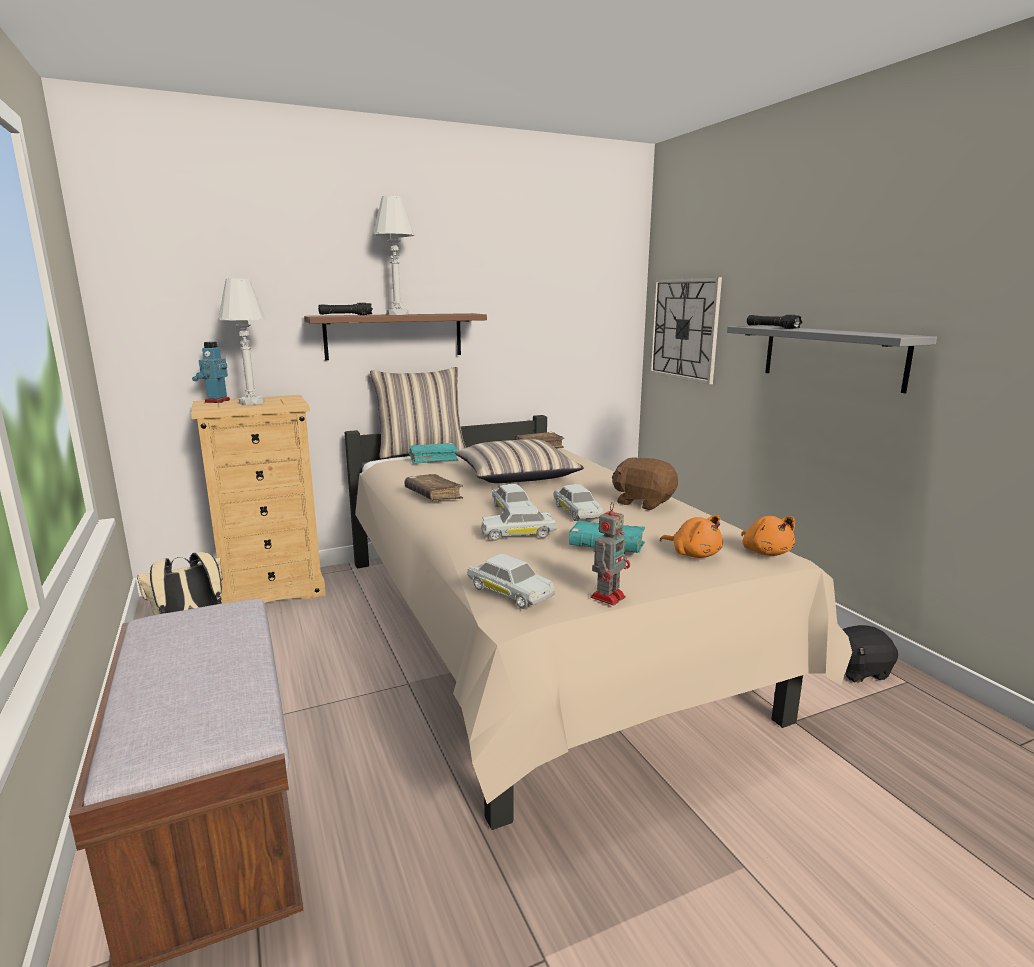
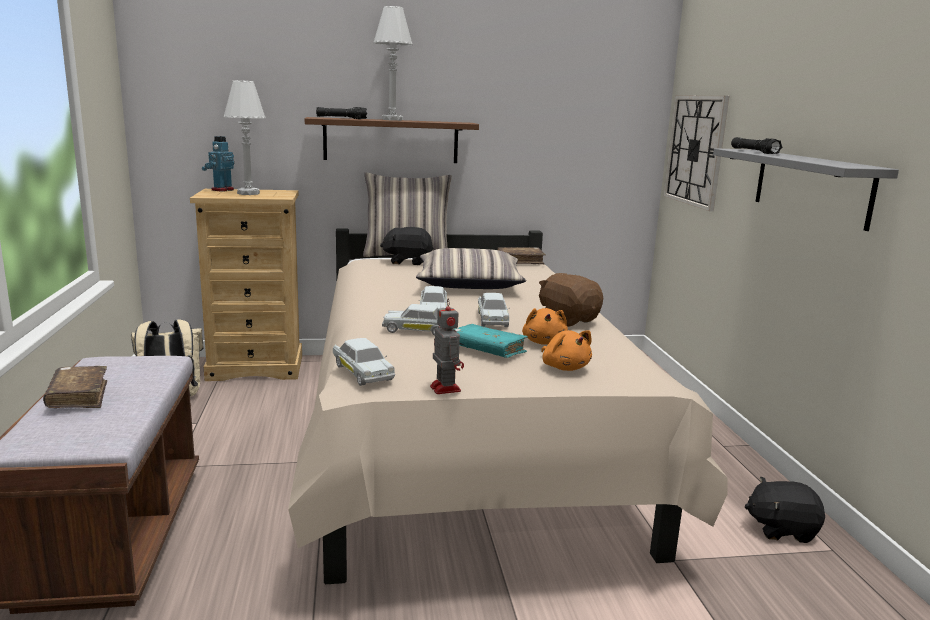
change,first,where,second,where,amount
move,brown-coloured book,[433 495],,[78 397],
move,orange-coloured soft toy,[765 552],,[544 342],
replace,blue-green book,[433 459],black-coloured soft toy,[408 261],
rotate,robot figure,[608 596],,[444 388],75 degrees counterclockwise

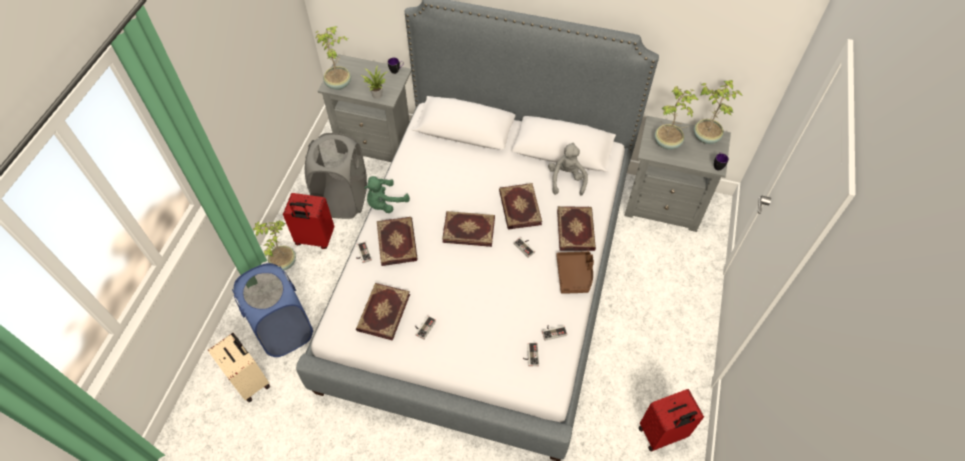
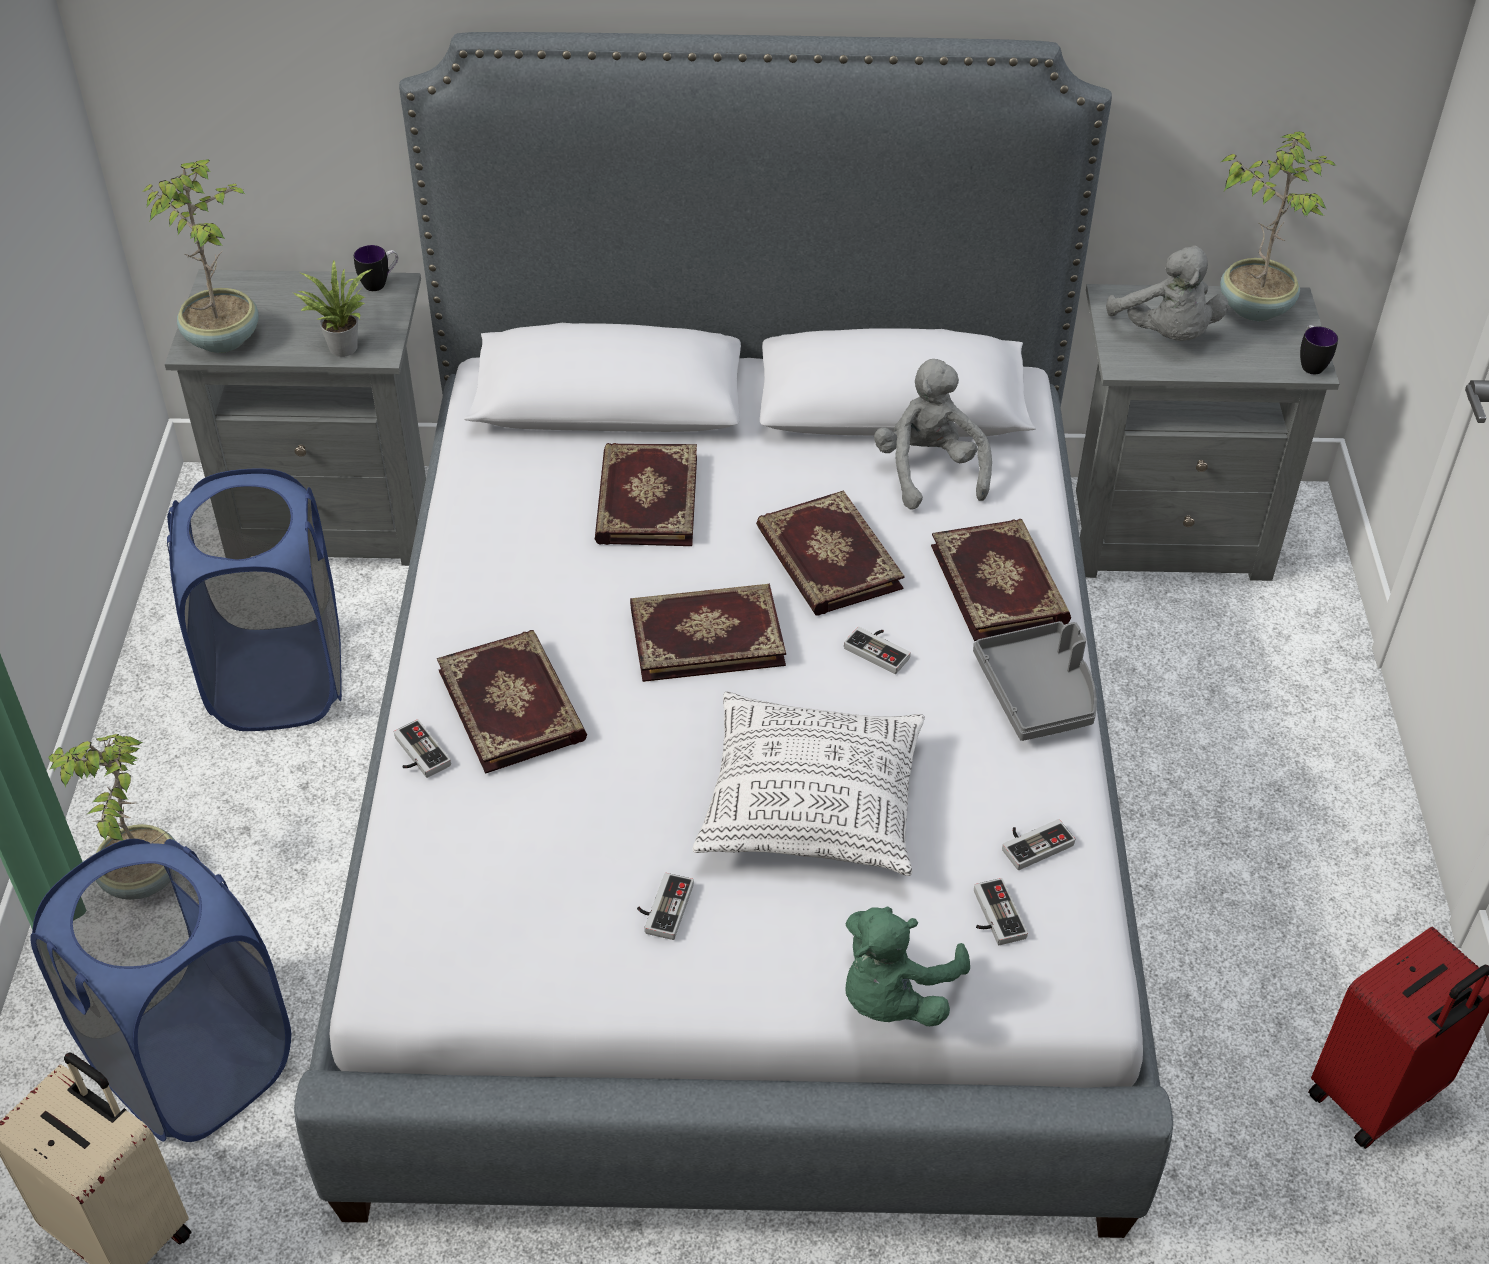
change,first,where,second,where,amount
delete,reddish suitcase,[315 239],,,
insert,,,cushion,[812 805],
move,book,[382 312],,[645 499],
move,green soft toy,[385 203],,[893 994],
replace,plant in a pot,[668 143],greyish soft toy,[1165 335],
recolor,greyish washing basket,[343 200],blue-coloured washing basket,[279 679],
recolor,brown-coloured carrying tray,[575 275],greyish carrying tray,[1038 693],

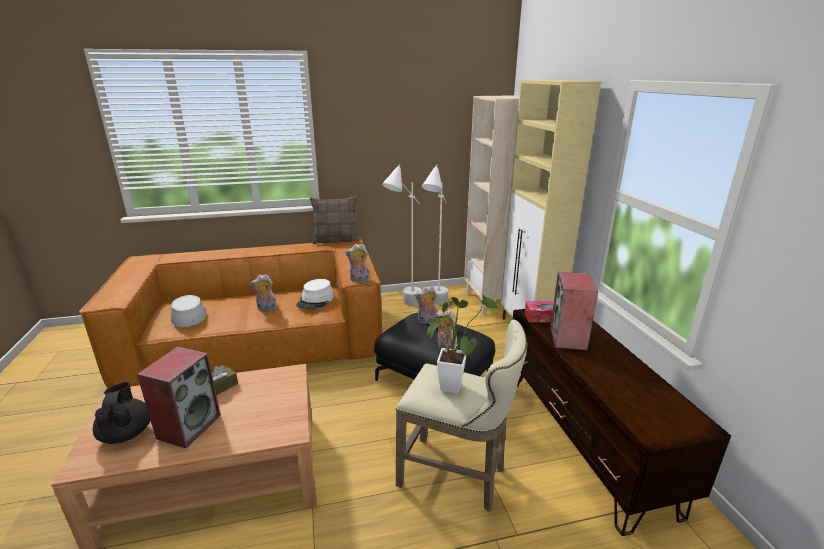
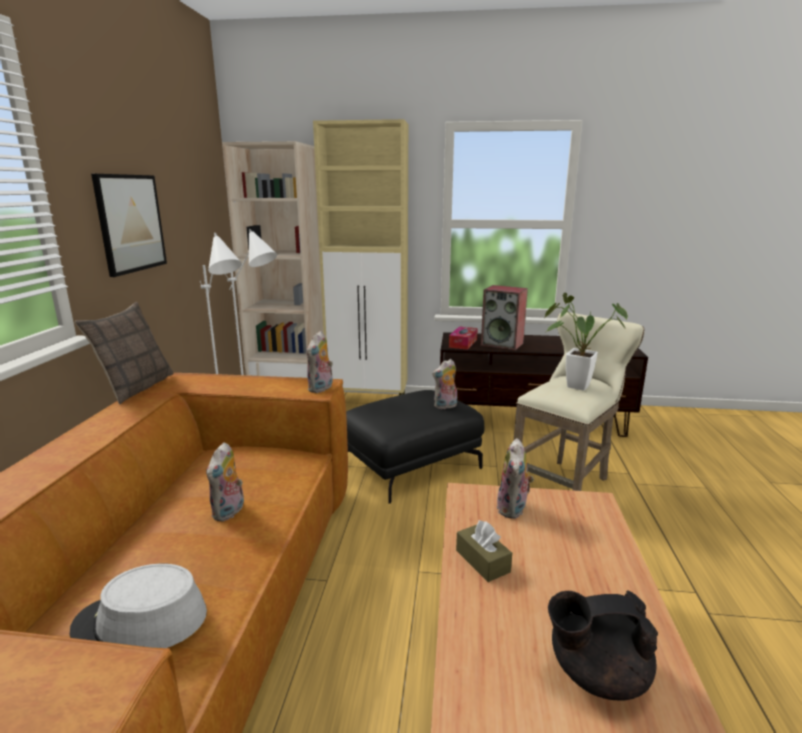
change,first,where,second,where,amount
delete,audio speaker,[189 426],,,
delete,white-coloured hat,[316 300],,,
insert,,,wall art,[130 223],
move,soft toy,[427 321],,[513 509],

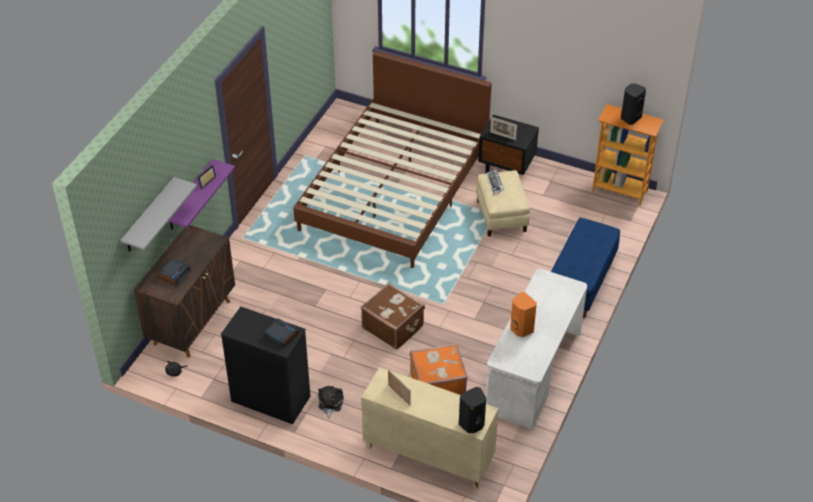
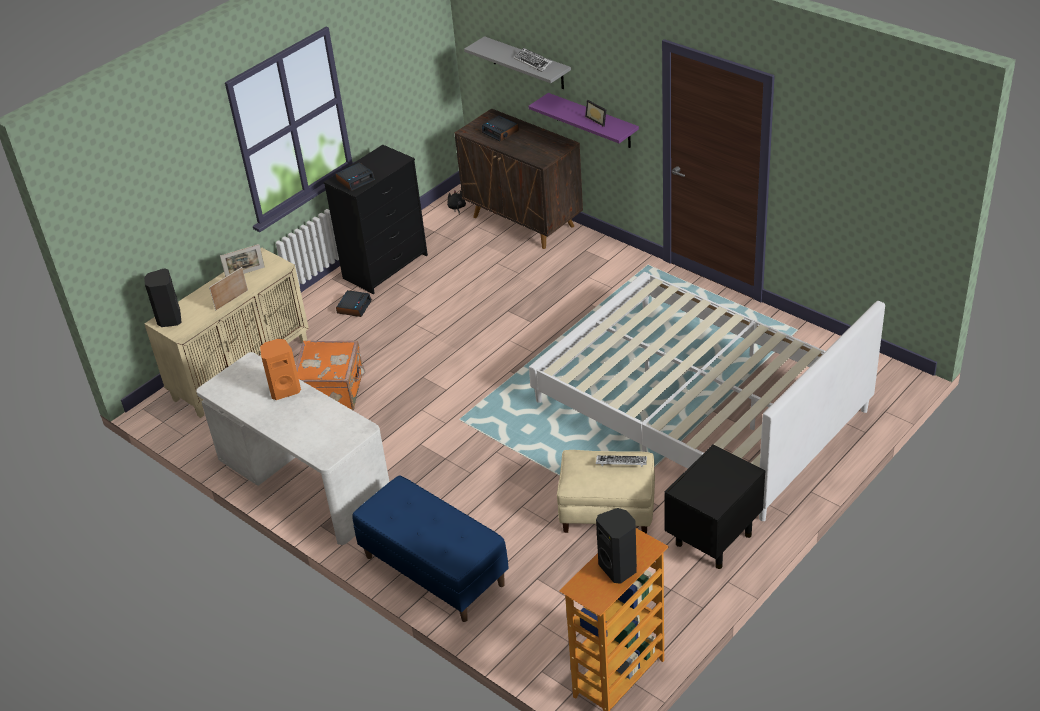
change,first,where,second,where,amount
delete,brown-coloured suitcase,[393 326],,,
insert,,,PC keyboard,[533 62],
move,standing frame,[503 136],,[231 300],
replace,soft toy,[330 404],alarm clock,[354 307],
recolor,brown-coloured sleeping bed,[394 190],white-coloured sleeping bed,[699 407],

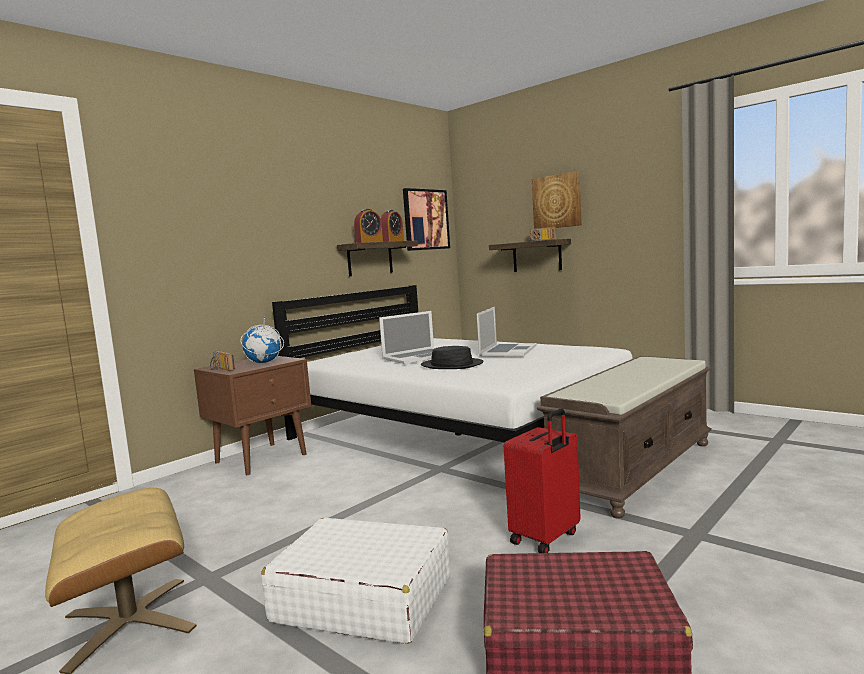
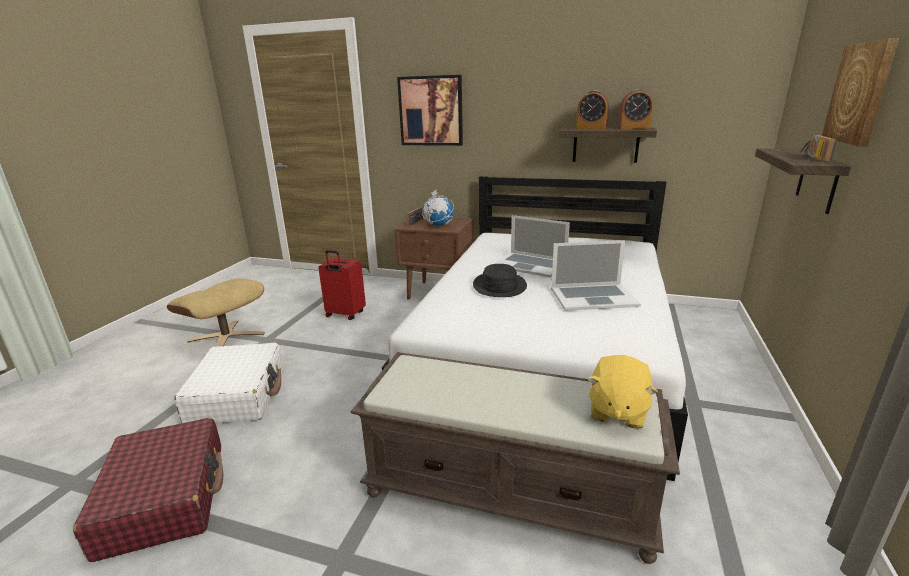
change,first,where,second,where,amount
insert,,,yellowish soft toy,[617 411],
move,wall art,[425 219],,[431 111],
move,reddish suitcase,[546 538],,[345 315],

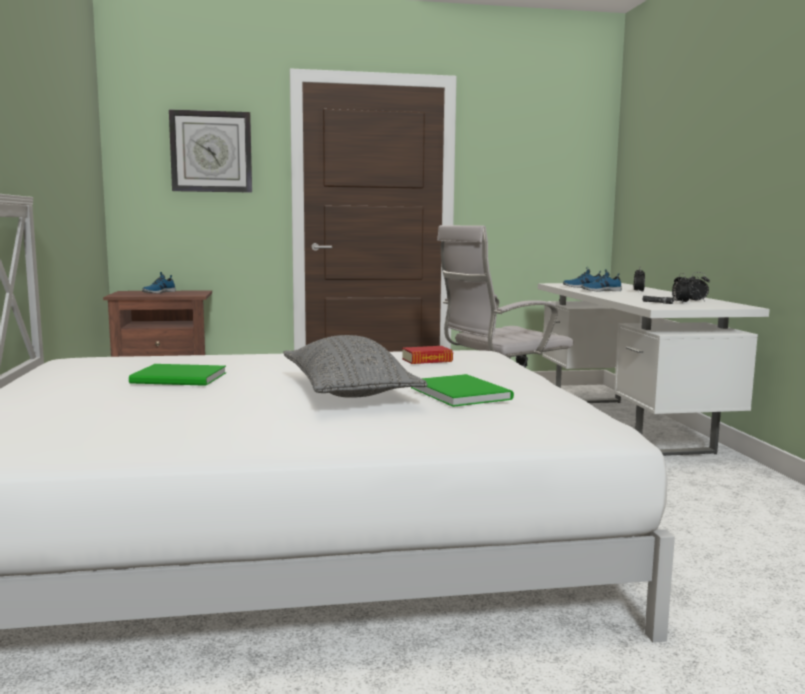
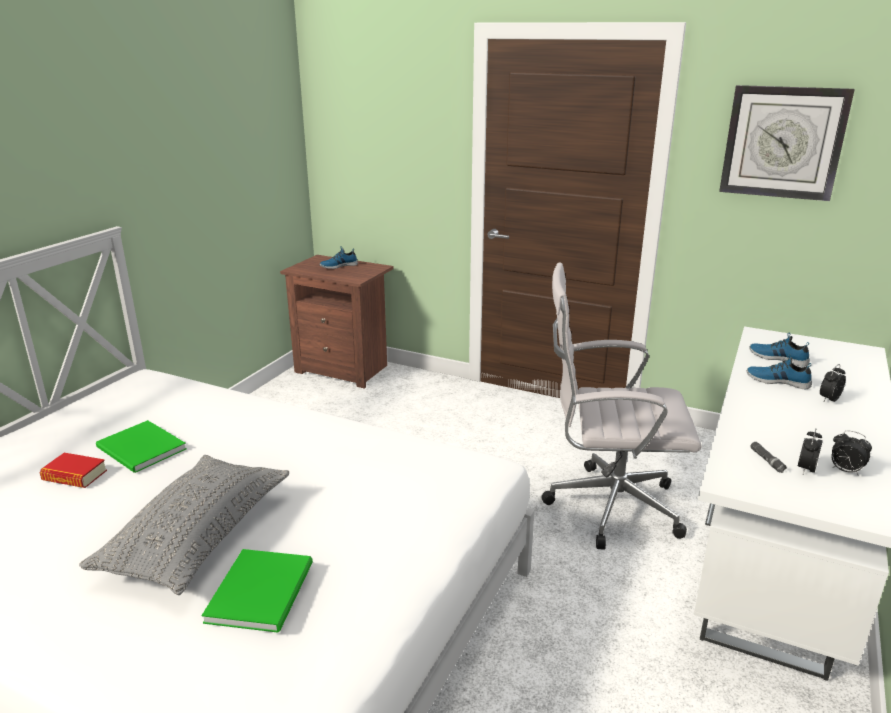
change,first,where,second,where,amount
move,hanging clock,[211 152],,[783 142],
move,book,[427 360],,[74 476],

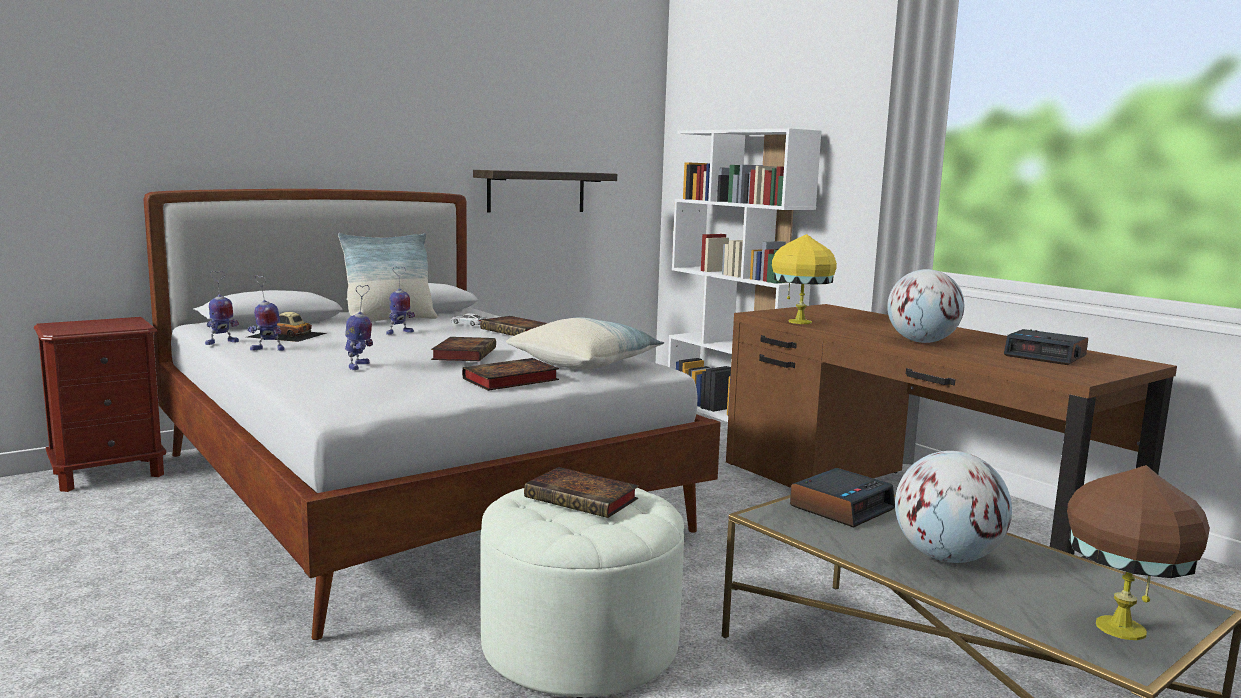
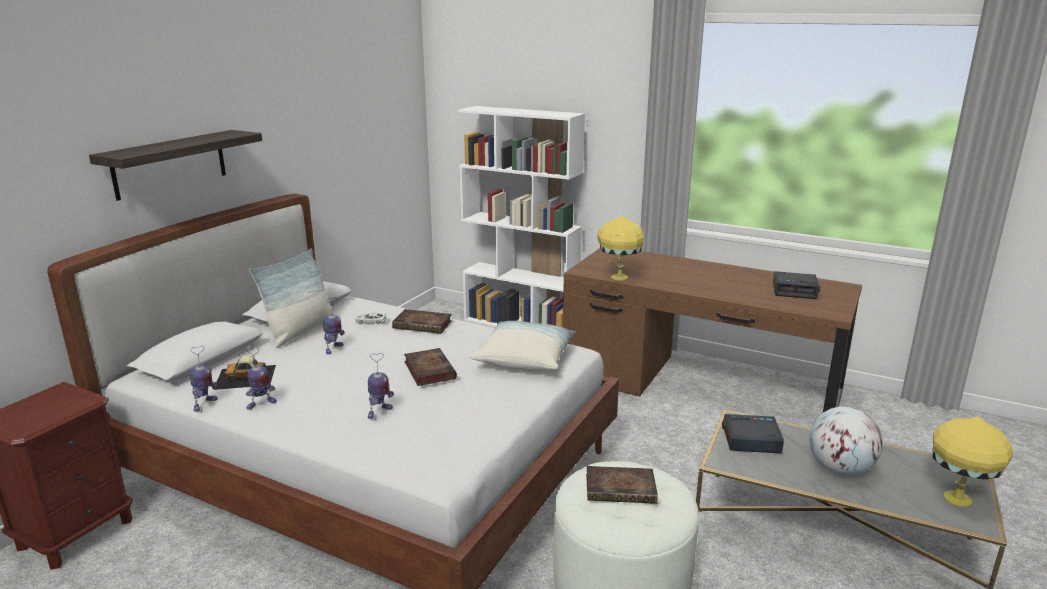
change,first,where,second,where,amount
delete,book,[509 380],,,
delete,globe,[921 342],,,
move,bracket shelf,[536 191],,[170 164],
recolor,brown-coloured tabletop lamp,[1119 629],yellowish tabletop lamp,[957 500],
rotate,robot figure,[358 366],,[379 412],60 degrees clockwise
rotate,alarm clock,[841 507],,[750 440],105 degrees counterclockwise

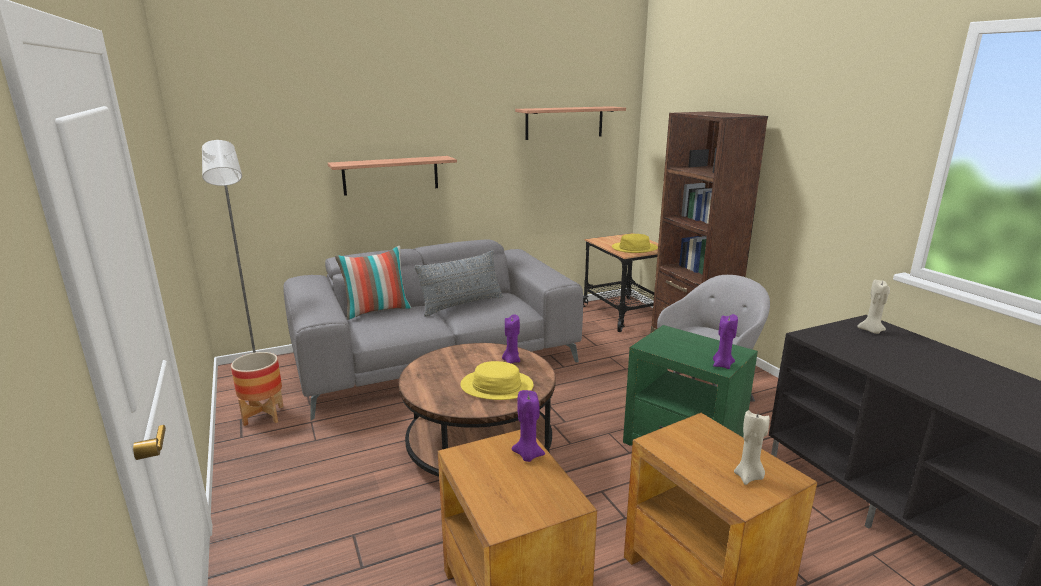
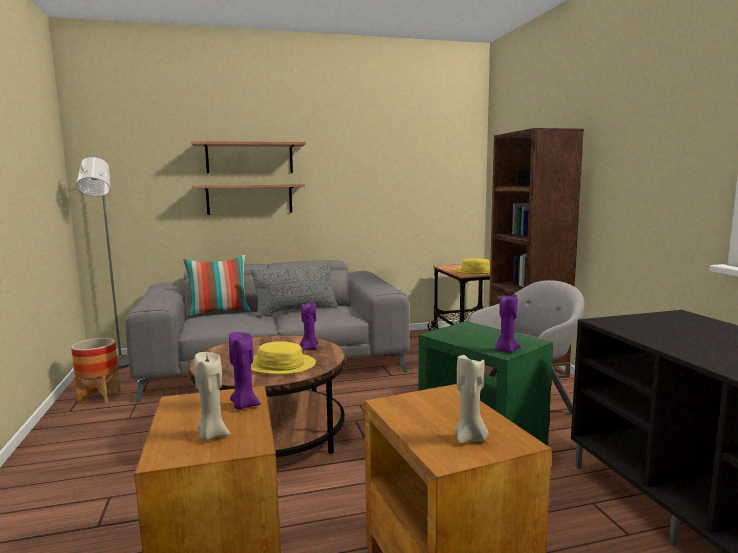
change,first,where,second,where,amount
move,bracket shelf,[564 122],,[249 158],
move,beige wax candle,[871 331],,[212 435],

